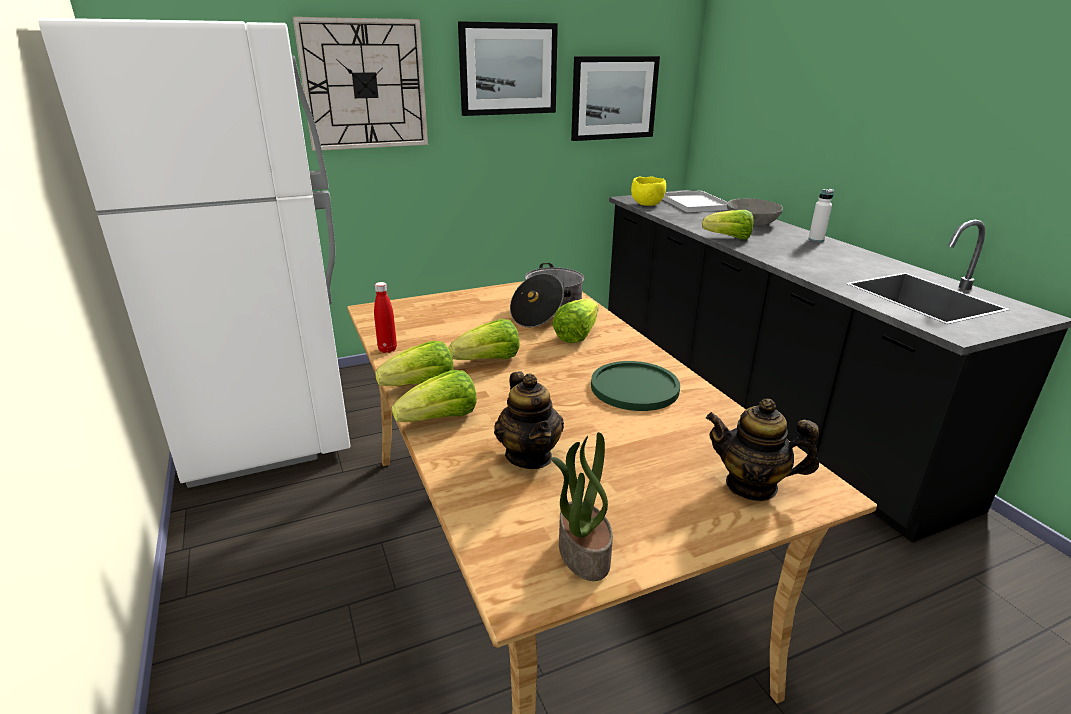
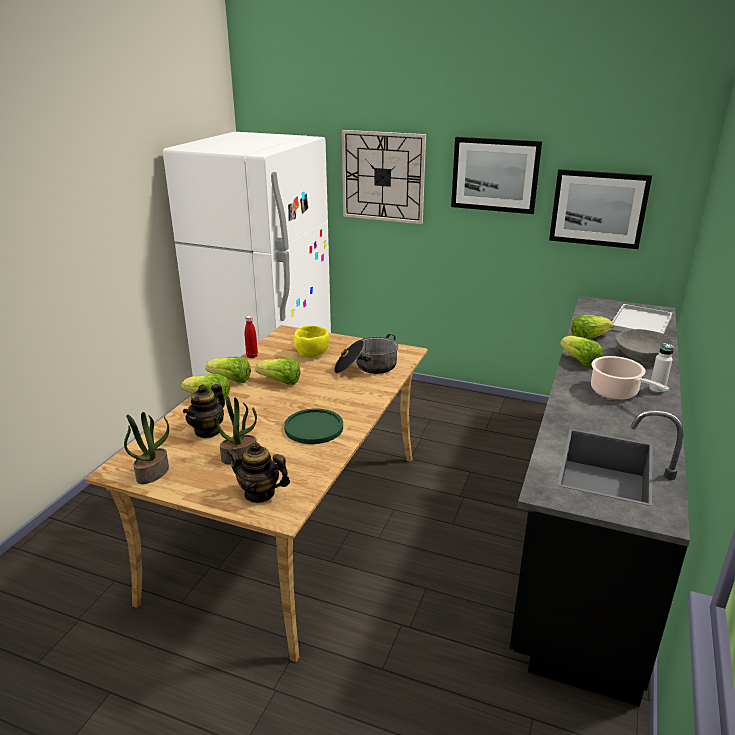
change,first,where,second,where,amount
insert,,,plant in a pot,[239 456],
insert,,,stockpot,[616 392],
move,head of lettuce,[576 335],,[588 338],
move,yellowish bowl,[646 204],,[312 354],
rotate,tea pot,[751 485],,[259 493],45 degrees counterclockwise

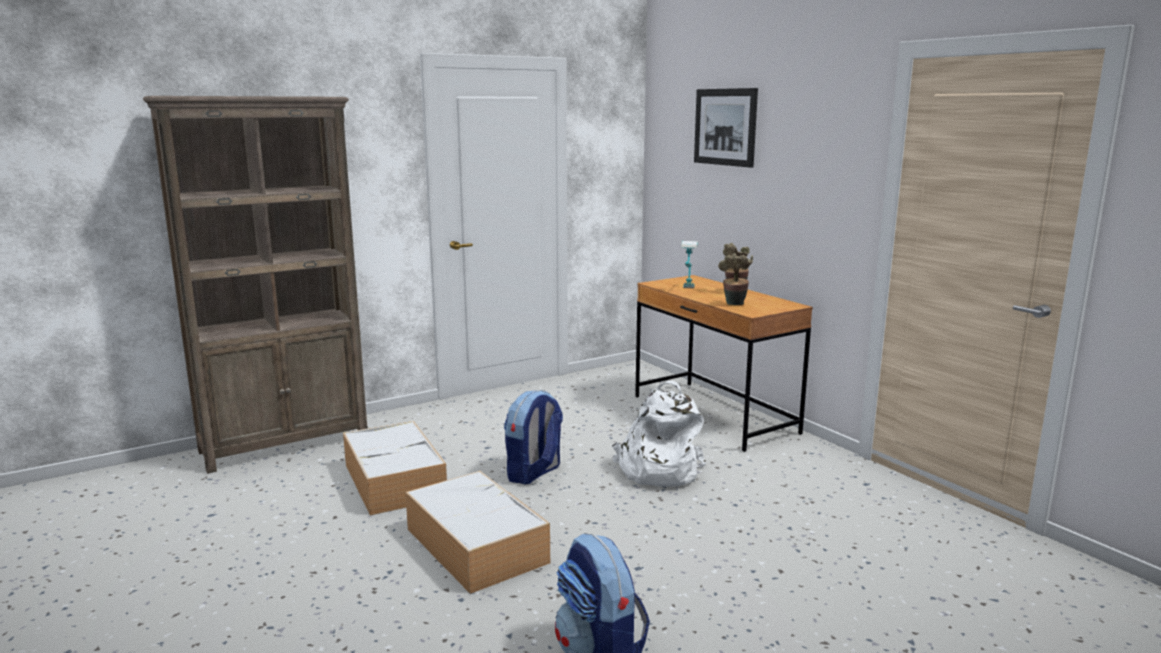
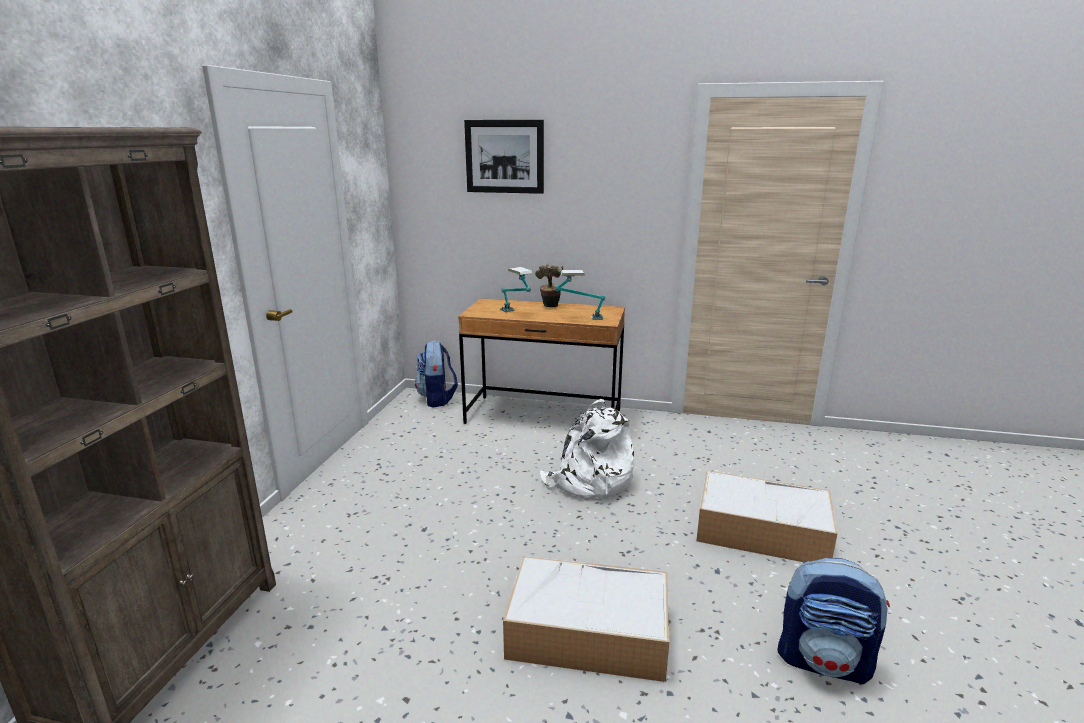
change,first,where,second,where,amount
move,storage container,[395 481],,[763 531],
move,knapsack,[534 473],,[437 399],
replace,plant in a pot,[734 305],tabletop lamp,[579 318],

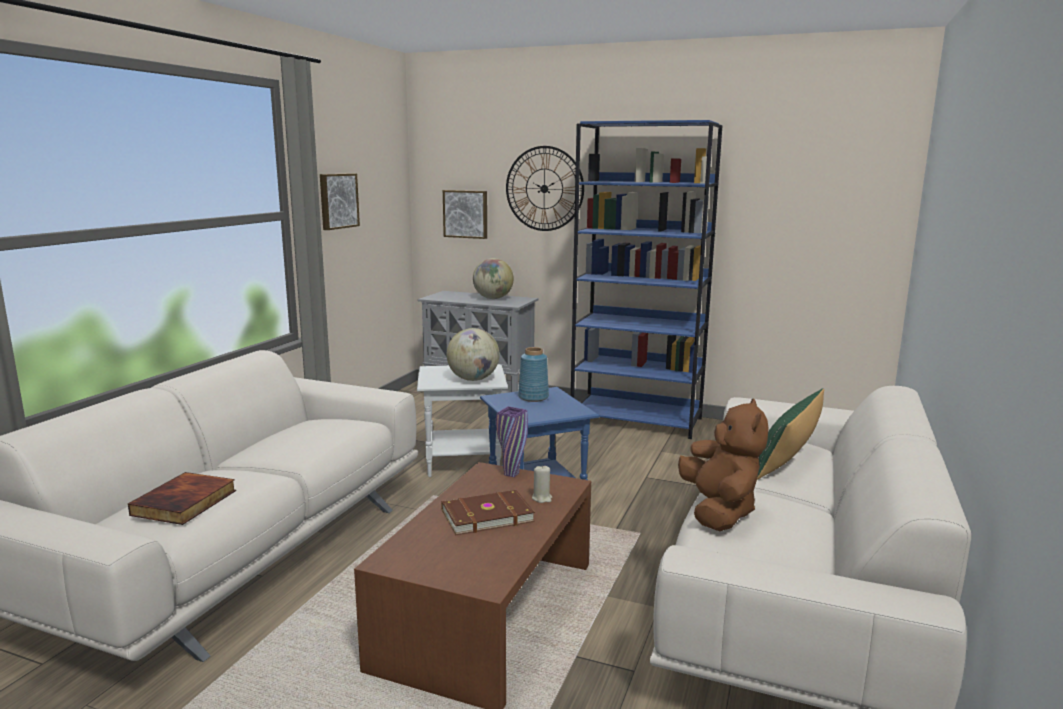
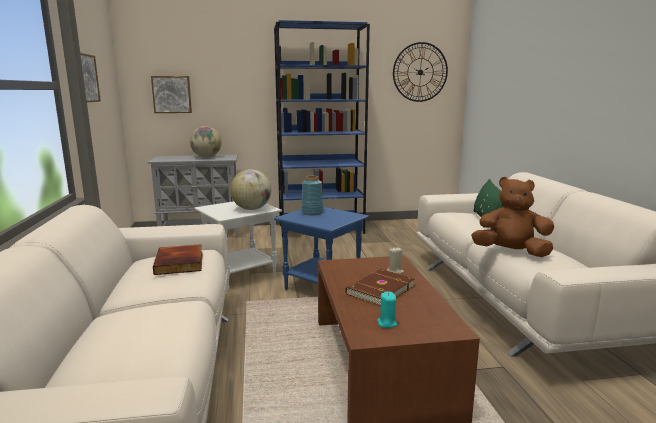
change,first,where,second,where,amount
delete,purple vase,[511 474],,,
insert,,,blue-green wax candle,[387 323],
move,book,[185 503],,[181 263],
move,hanging clock,[544 188],,[420 72],
rotate,brown-coloured soft toy,[719 511],,[511 252],45 degrees counterclockwise

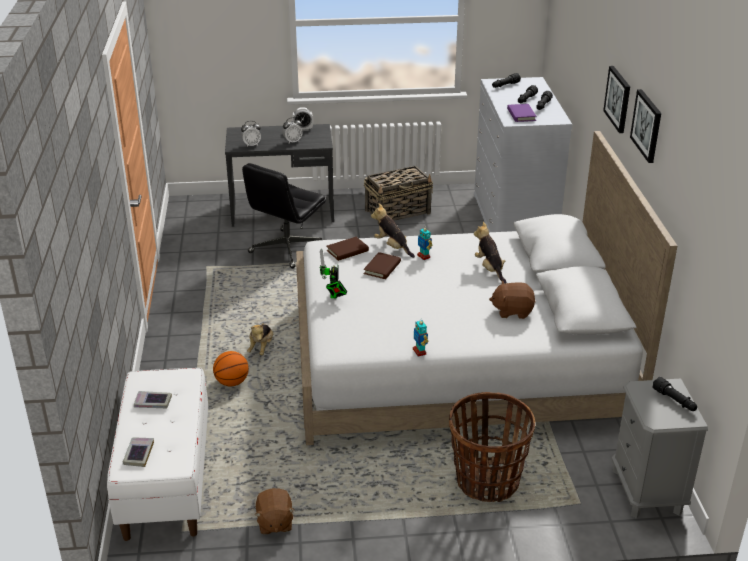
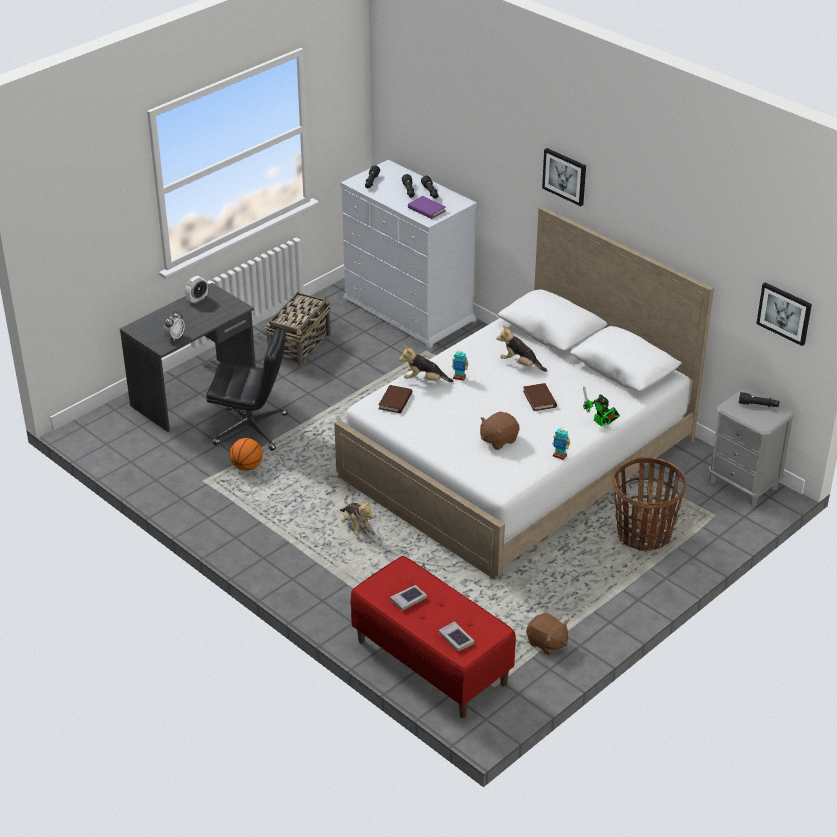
change,first,where,second,where,amount
delete,alarm clock,[292 141],,,
move,basketball,[232 382],,[247 466],
move,robot figure,[334 296],,[601 423],
move,brown-coloured book,[382 268],,[539 399],
move,brown-coloured soft toy,[512 311],,[498 440],
move,wall art,[647 125],,[784 313],
recolor,white-coloured bench,[166 479],reddish bench,[431 662],
rotate,black-coloured computer chair,[287 249],,[252 429],75 degrees counterclockwise

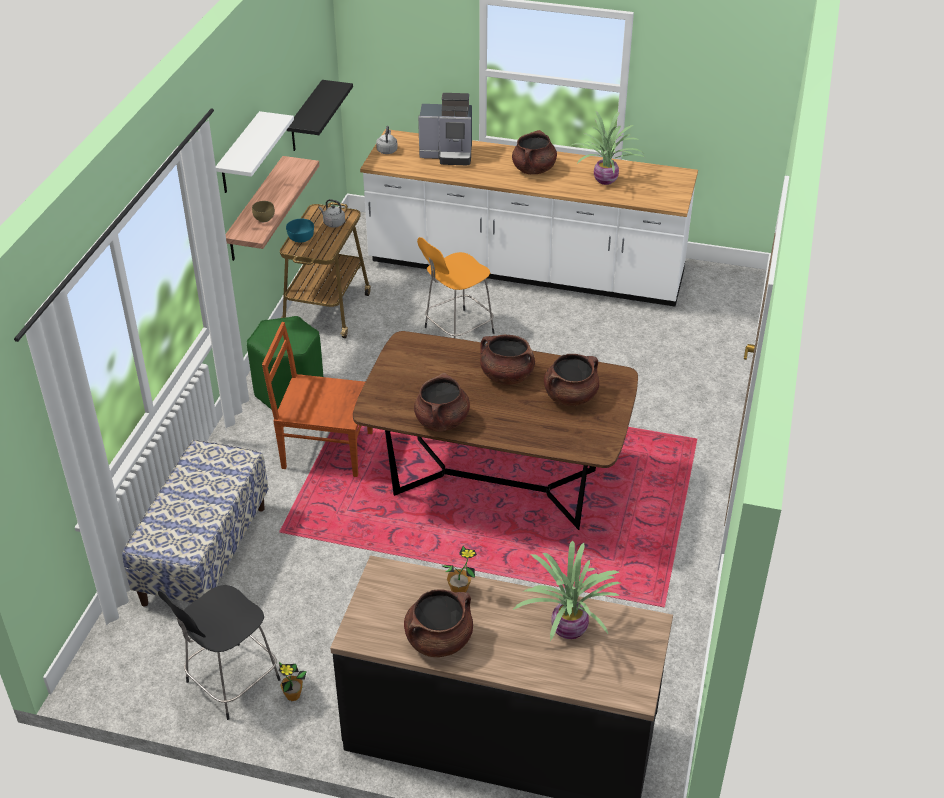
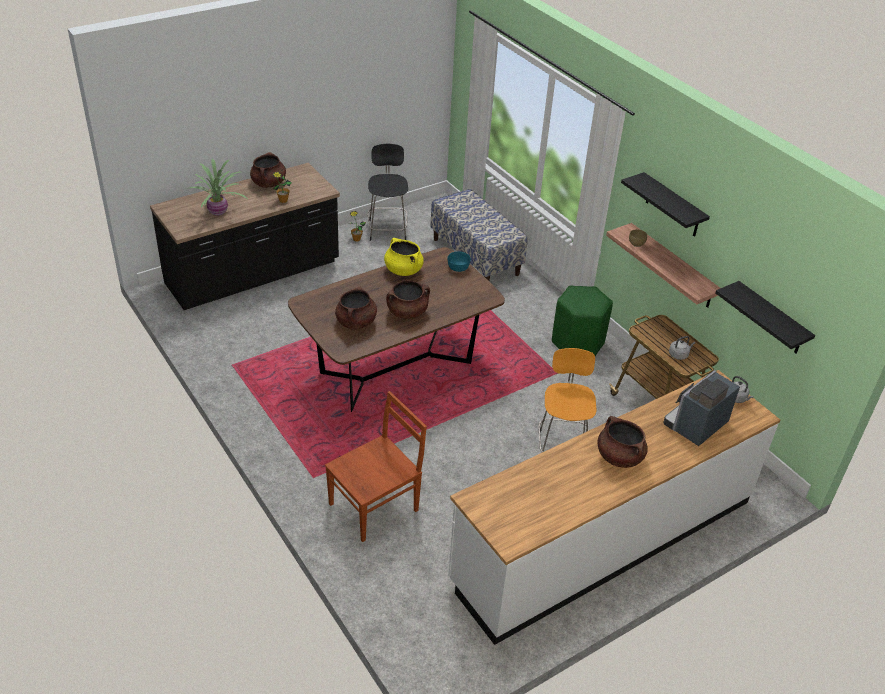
change,first,where,second,where,amount
delete,plant in a pot,[606 180],,,
move,brown-coloured upright chair,[325 450],,[375 506],
move,blue-green bowl,[301 237],,[458 267],
recolor,white-coloured bracket shelf,[239 154],black-coloured bracket shelf,[673 206],
recolor,brown-coloured stockpot,[442 421],yellowish stockpot,[403 270],

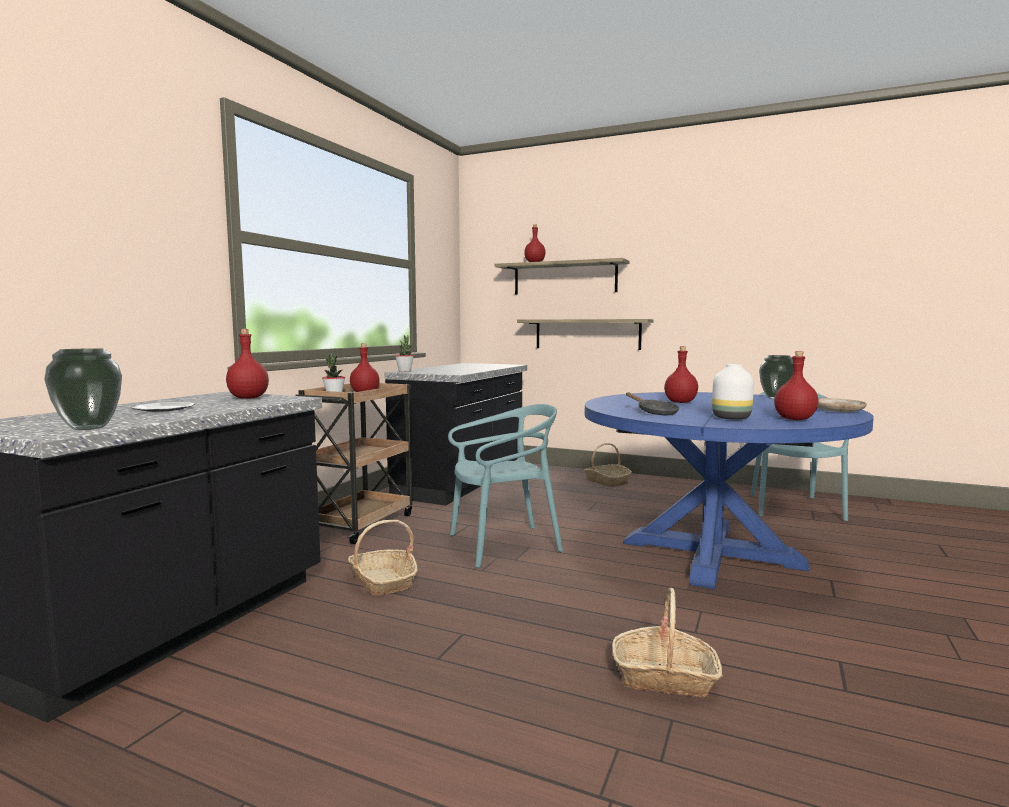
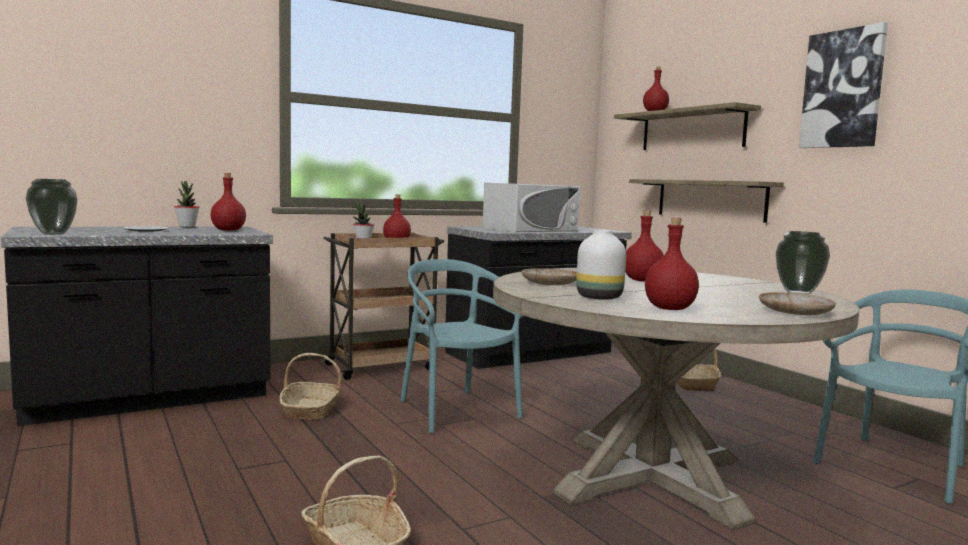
change,first,where,second,where,amount
insert,,,white-coloured kitchen microwave,[530 229],
insert,,,wall art,[843 89],
move,plant in a pot,[404 371],,[187 226],
replace,black-coloured skillet,[654 412],beige flat dish,[550 283],
recolor,blue-coloured dining table,[711 552],beige dining table,[651 476],
rotate,blue-green upright chair,[503 545],,[456 411],135 degrees counterclockwise

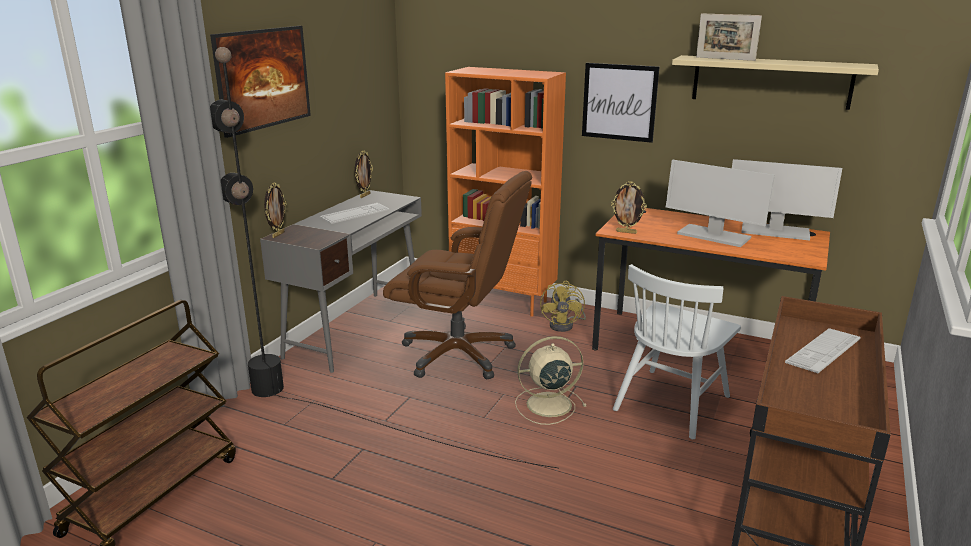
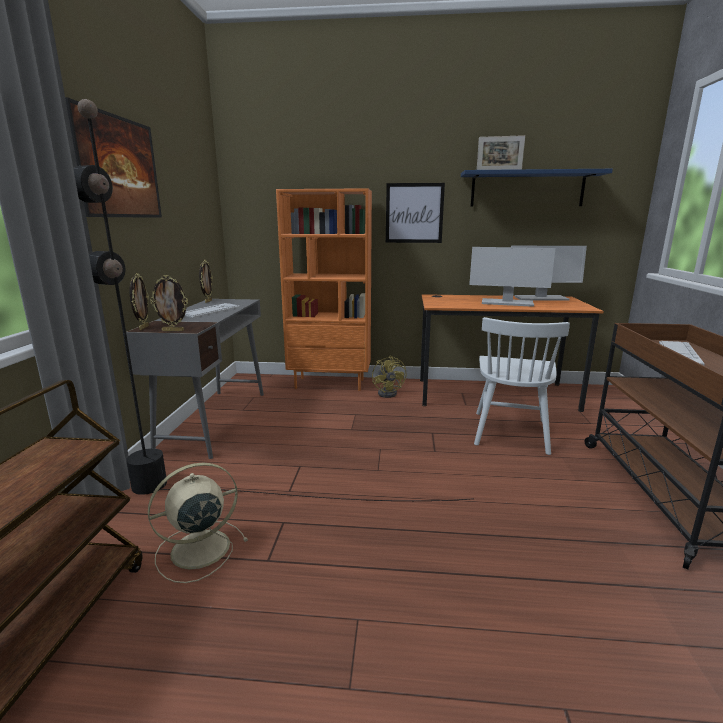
change,first,where,second,where,amount
delete,brown-coloured computer chair,[459 354],,,
move,beige cooling fan,[547 405],,[197 550],
move,standing frame,[626 232],,[173 330],
recolor,beige bracket shelf,[771 82],blue-coloured bracket shelf,[527 189],

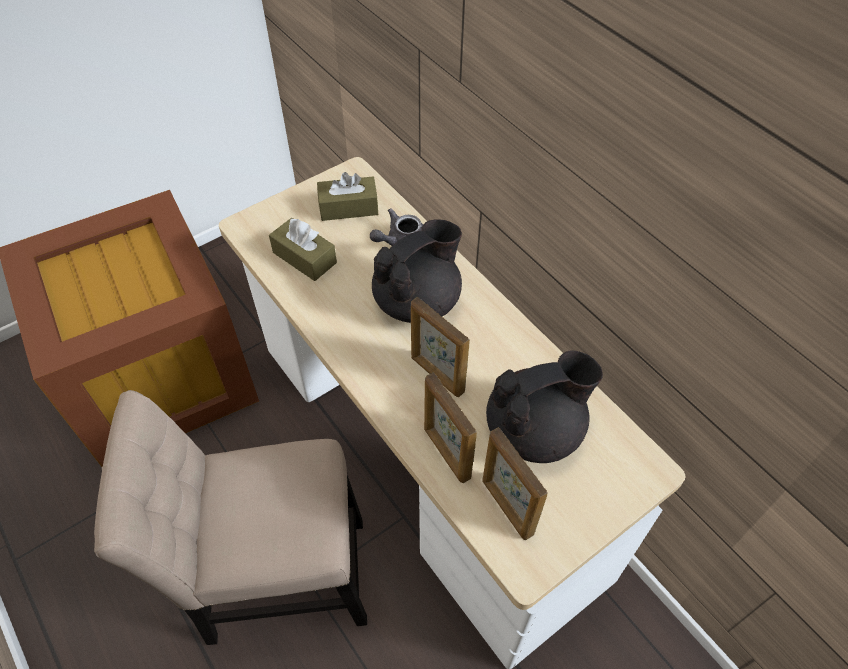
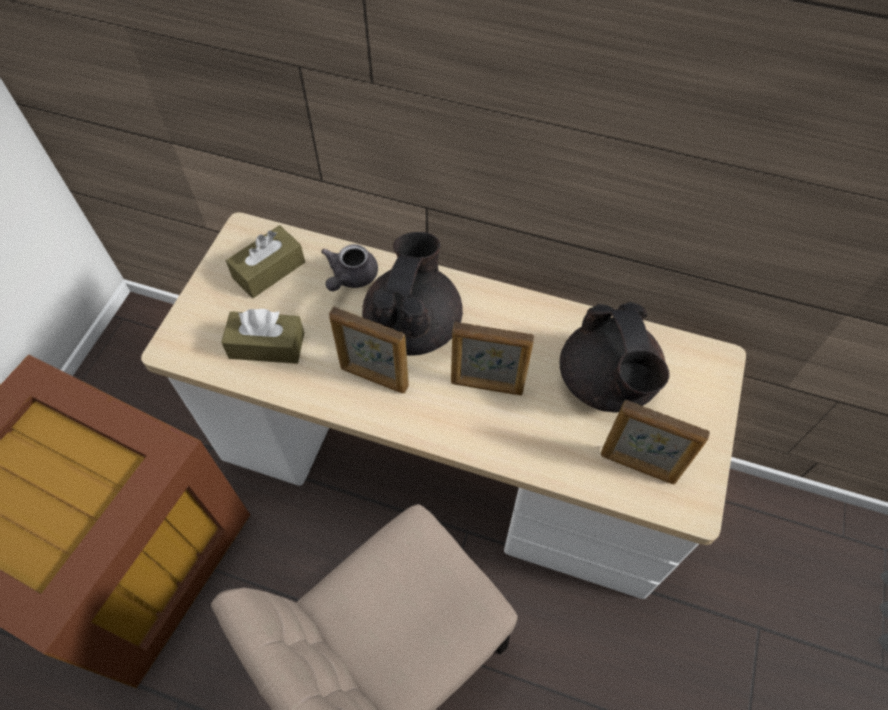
change,first,where,second,where,amount
move,standing frame,[446 453],,[374 378],
rotate,black-coloured tea pot,[535 430],,[607 383],135 degrees clockwise

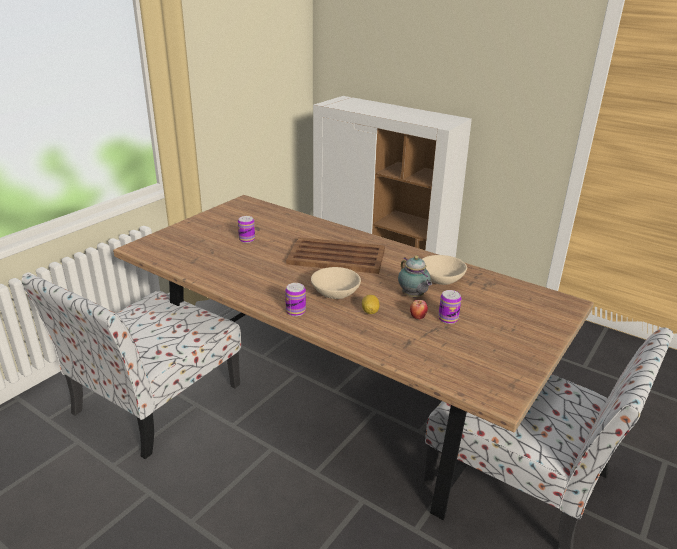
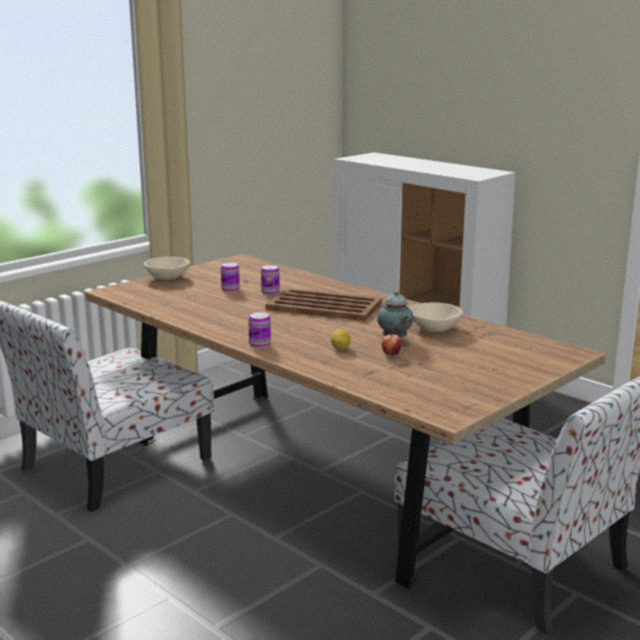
change,first,where,second,where,amount
move,beige bowl,[335 294],,[167 278],
move,sealed can,[448 319],,[270 292],

